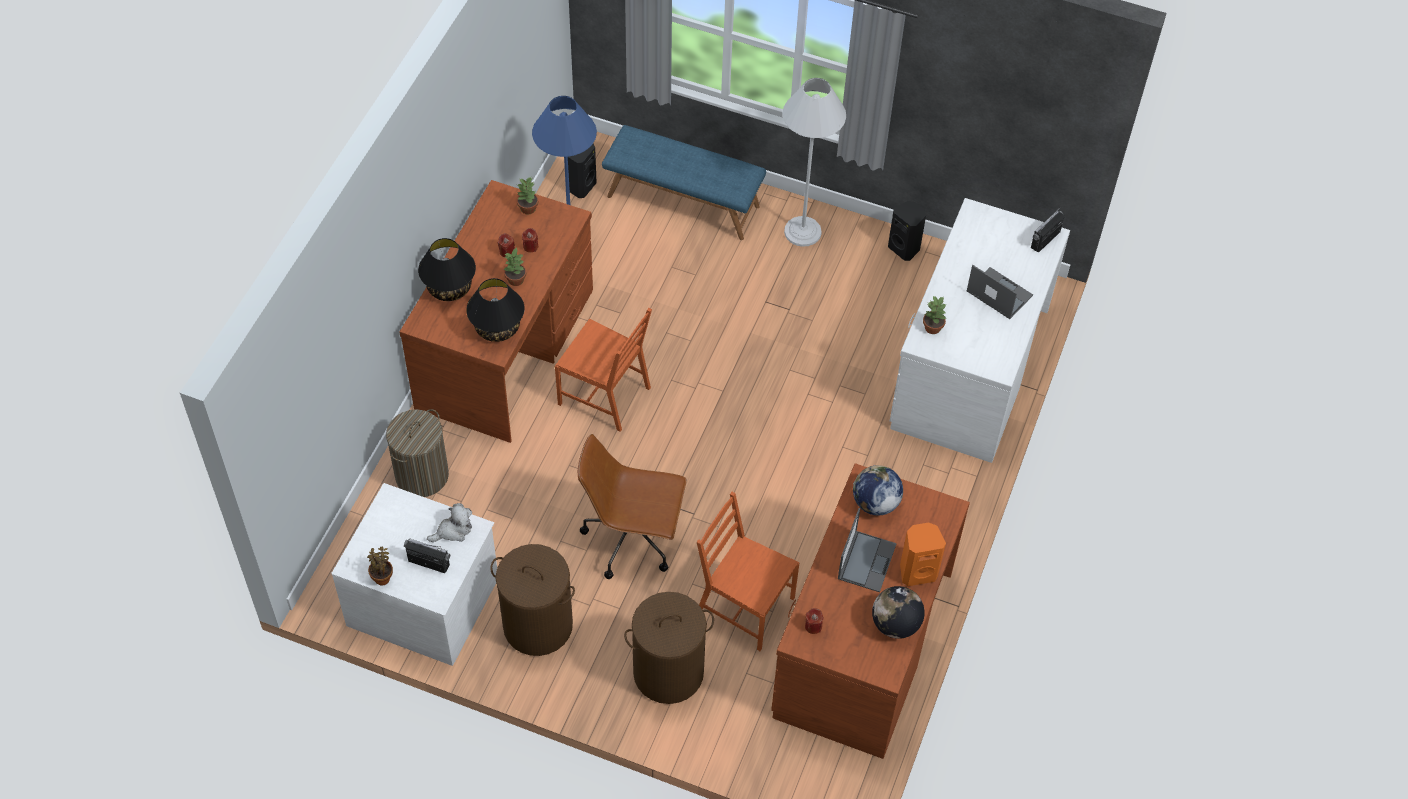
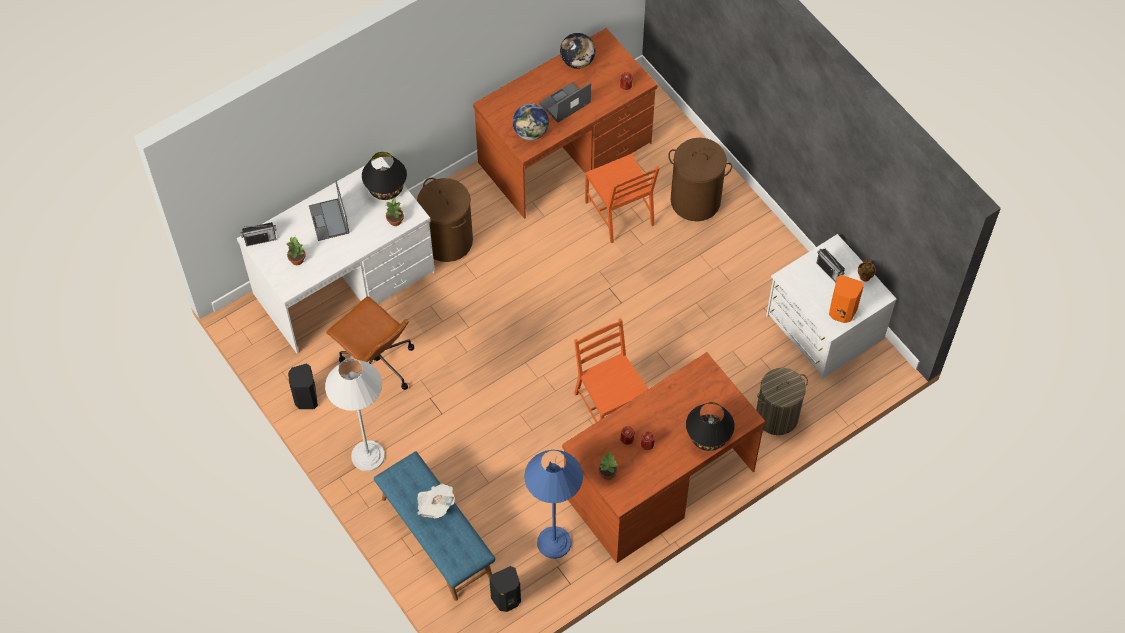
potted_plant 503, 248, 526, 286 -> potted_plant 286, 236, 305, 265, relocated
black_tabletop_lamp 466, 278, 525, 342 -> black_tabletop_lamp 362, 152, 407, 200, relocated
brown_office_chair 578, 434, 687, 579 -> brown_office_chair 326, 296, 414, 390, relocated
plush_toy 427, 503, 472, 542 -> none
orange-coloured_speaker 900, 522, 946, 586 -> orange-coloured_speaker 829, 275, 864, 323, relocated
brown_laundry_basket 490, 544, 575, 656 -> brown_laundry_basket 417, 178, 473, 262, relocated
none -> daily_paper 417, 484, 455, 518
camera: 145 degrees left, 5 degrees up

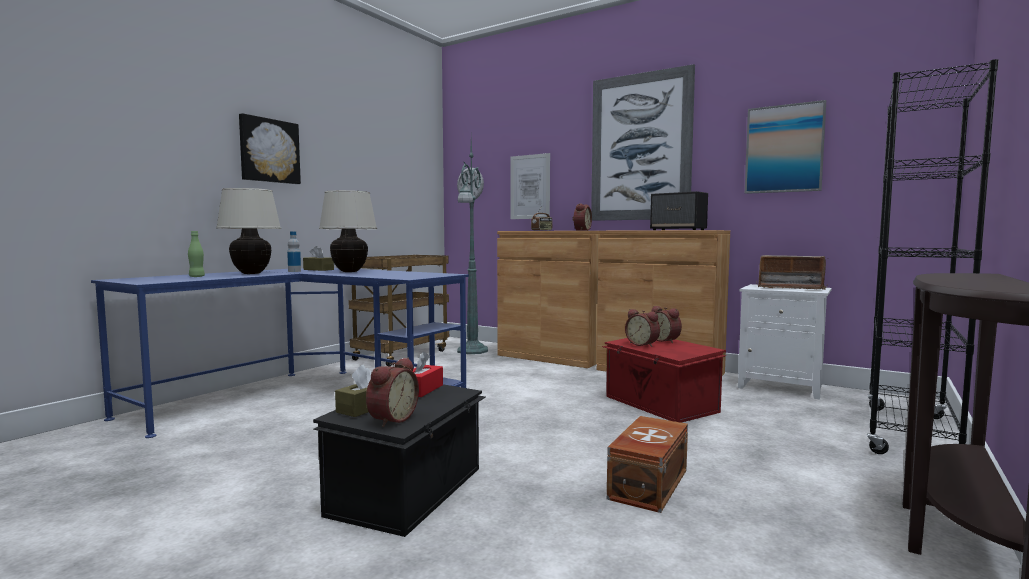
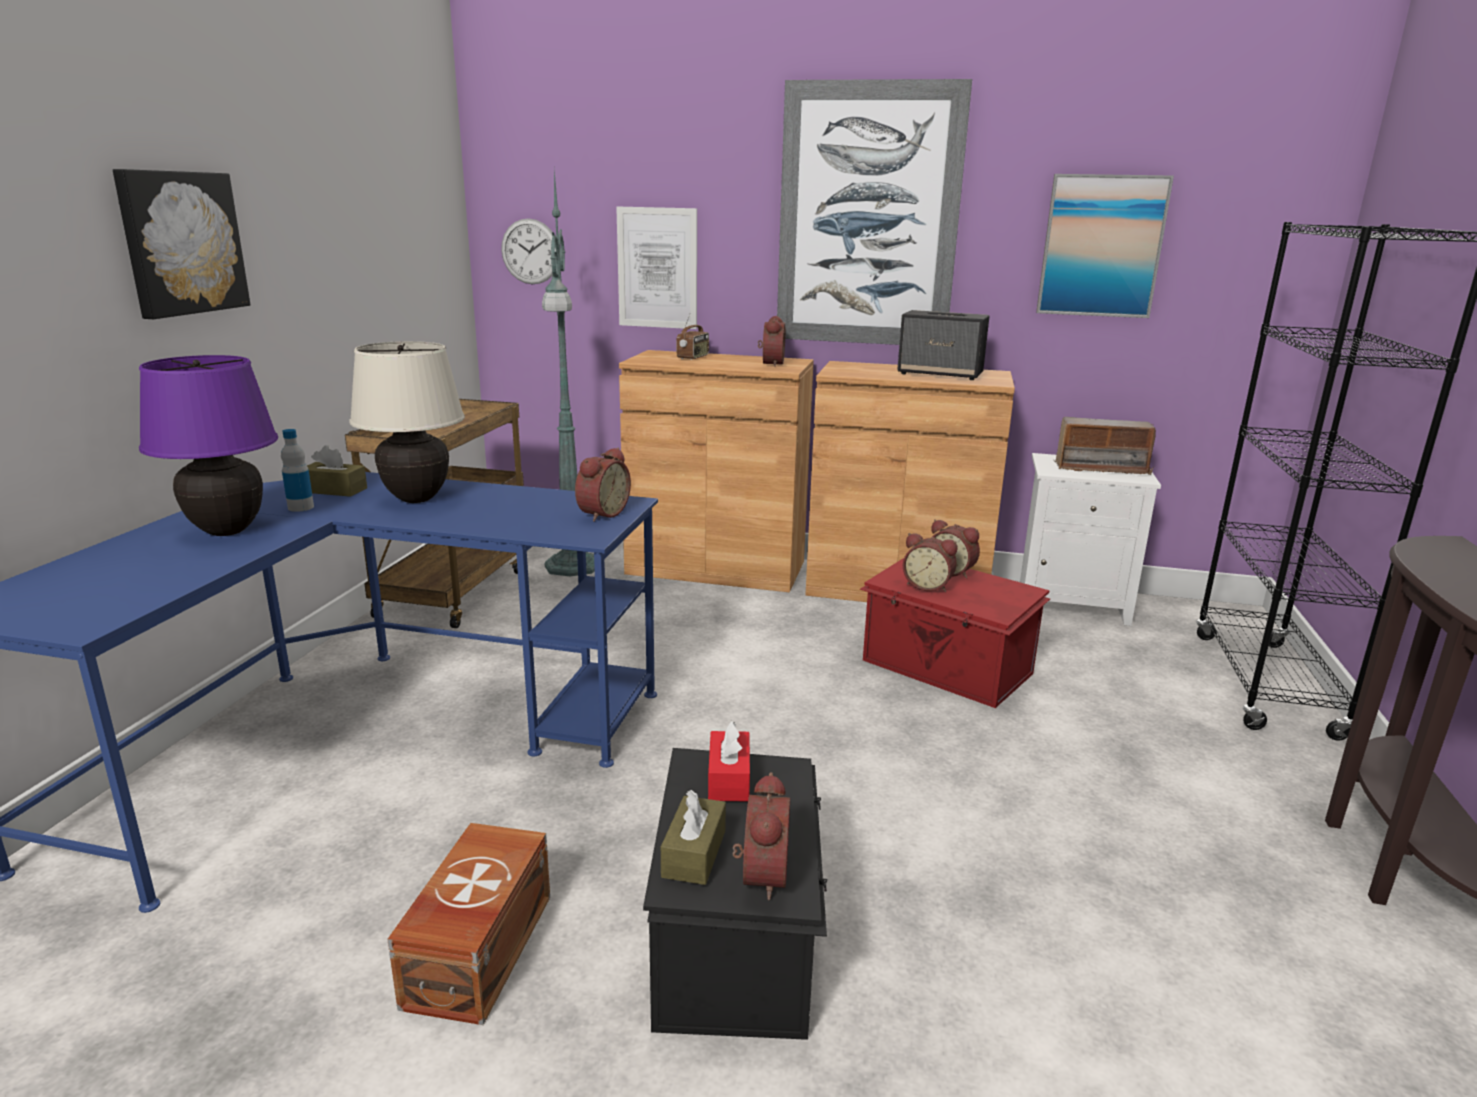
sand-coloured_tabletop_lamp 216, 188, 281, 274 -> purplish_tabletop_lamp 139, 355, 278, 536
greenish_drink_bottle 188, 231, 205, 277 -> none
brown_storage_box 607, 416, 688, 513 -> brown_storage_box 387, 823, 550, 1025, relocated
none -> alarm_clock 575, 448, 631, 522
camera: 20 degrees left, 15 degrees up

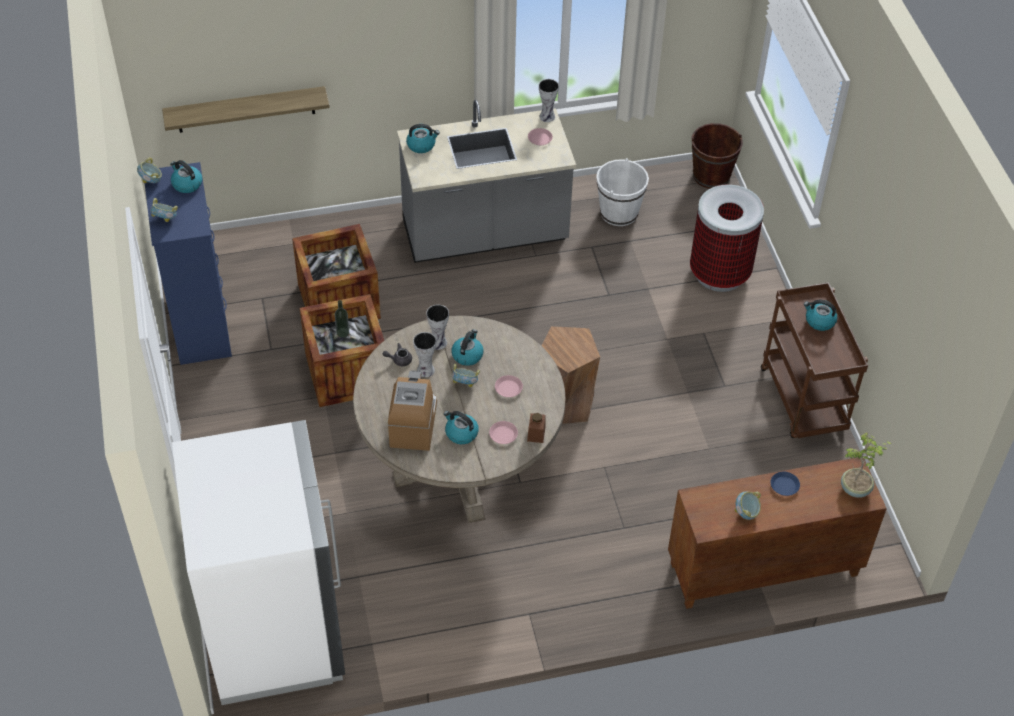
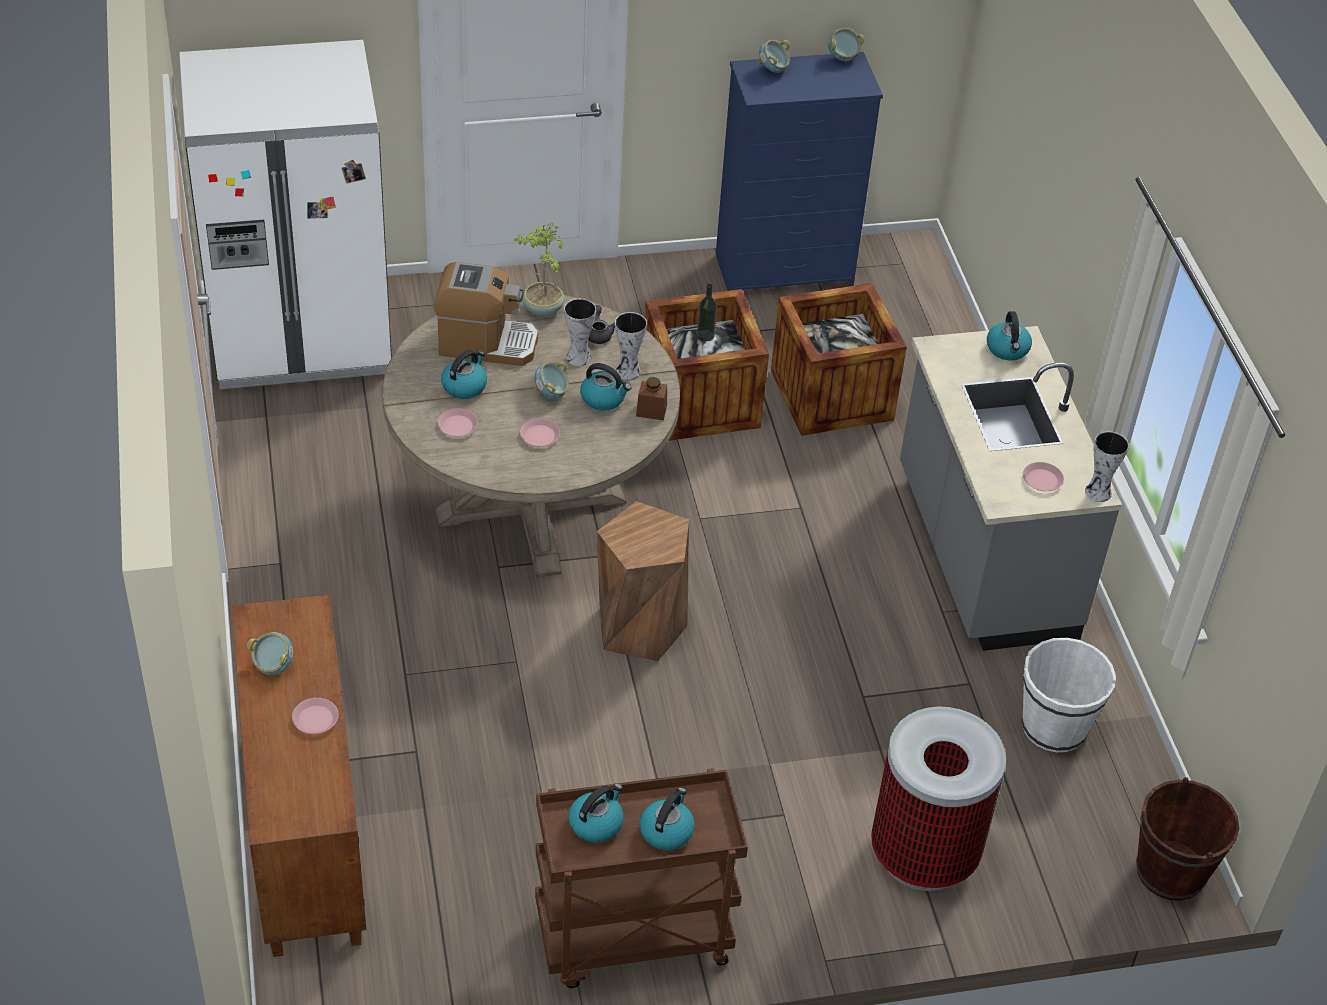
shelf 162, 86, 330, 133 -> none
tea_kettle 170, 160, 202, 193 -> tea_kettle 568, 783, 624, 843, relocated
brown_jar 527, 413, 545, 443 -> brown_jar 636, 377, 667, 420, relocated
potted_plant 841, 432, 892, 498 -> potted_plant 514, 223, 565, 317, relocated
bluish_dinner_plate 771, 472, 800, 496 -> pink-coloured_dinner_plate 292, 698, 339, 734
camera: 90 degrees right, 5 degrees down

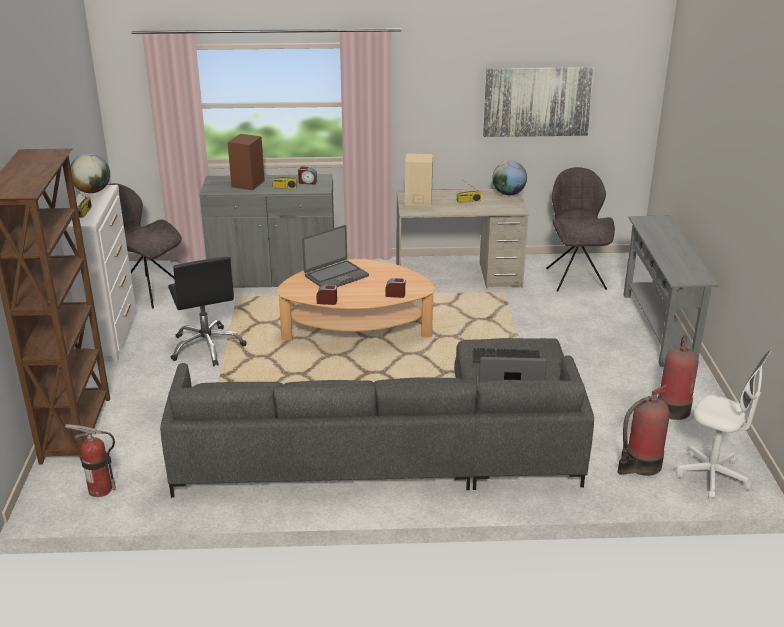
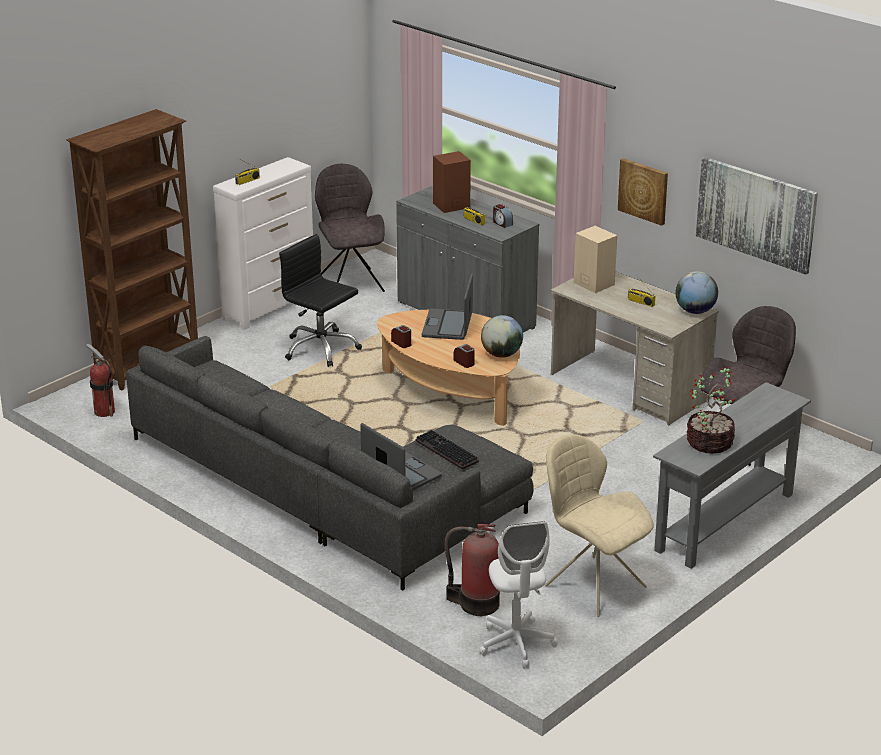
globe 70, 154, 110, 193 -> globe 481, 315, 523, 358, relocated
notebook_computer 302, 225, 369, 287 -> notebook_computer 422, 273, 473, 340, 90 degrees clockwise
black_office_chair 168, 256, 247, 366 -> black_office_chair 279, 234, 362, 367, 105 degrees clockwise
fire-fighting_cylinder 658, 335, 698, 420 -> sand-coloured_plain_chair 545, 434, 654, 617
none -> wall_picture 618, 158, 668, 226
none -> potted_plant 687, 367, 735, 454
camera: 45 degrees right, 0 degrees up

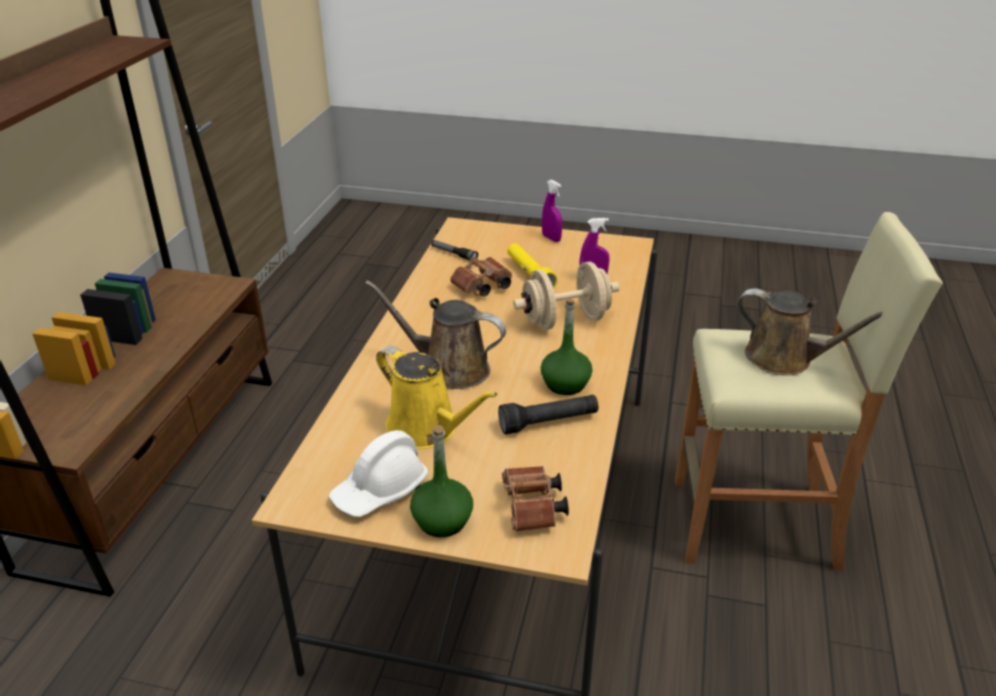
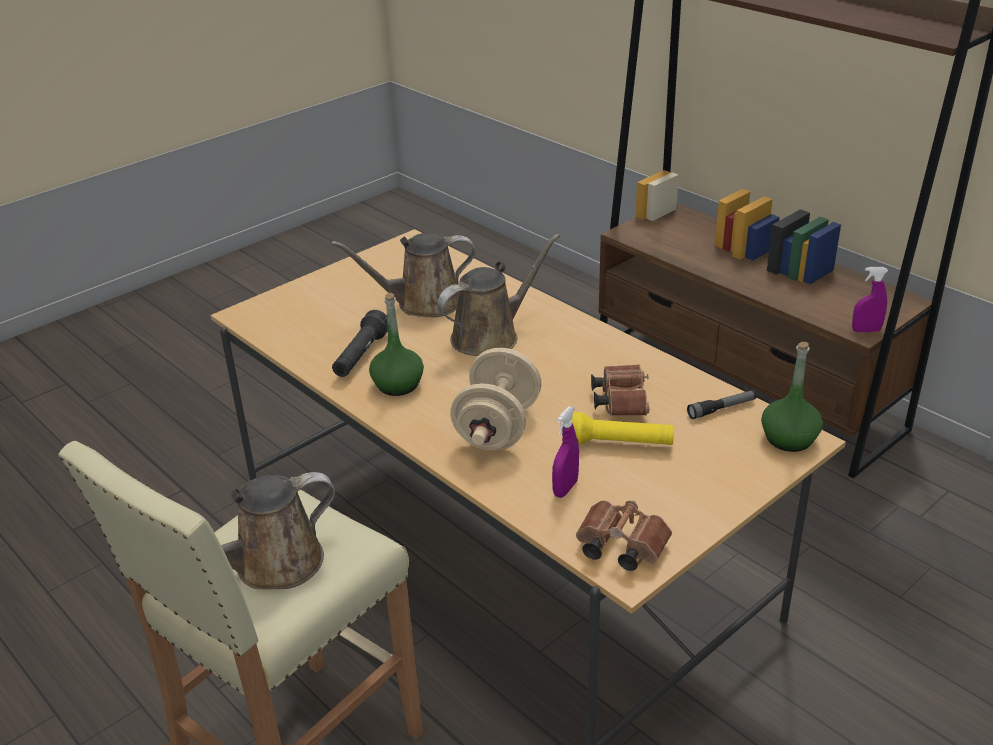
purplish_hand_sprayer 542, 180, 562, 242 -> purplish_hand_sprayer 852, 267, 888, 332, relocated
yellow-coloured_watering_can 376, 346, 498, 449 -> brown_watering_can 331, 233, 476, 318
greenish_drink_bottle 410, 425, 473, 537 -> greenish_drink_bottle 761, 342, 823, 452, relocated
whitish_safety_helmet 329, 430, 428, 517 -> none
brown_field_glasses 502, 466, 569, 532 -> brown_field_glasses 576, 500, 672, 571, relocated
camera: 125 degrees right, 0 degrees up

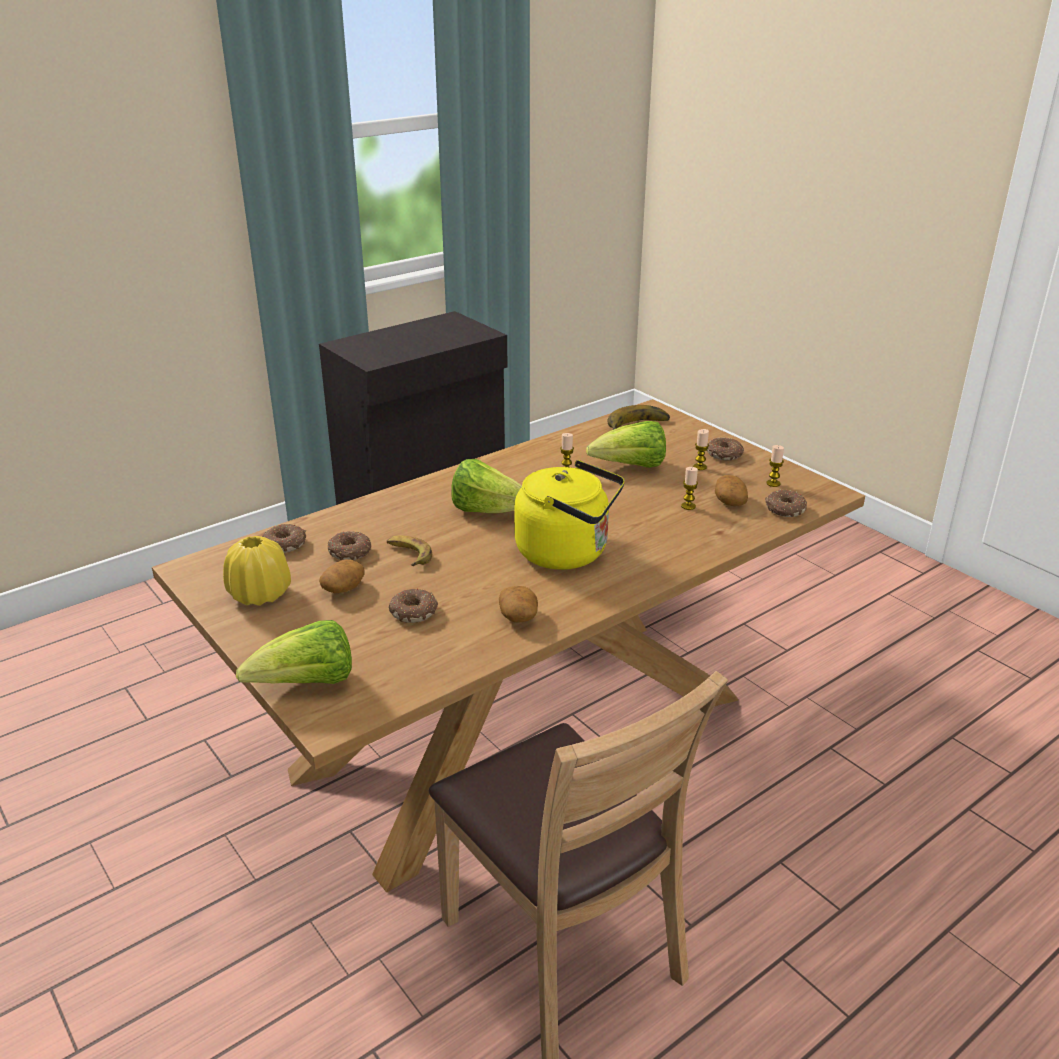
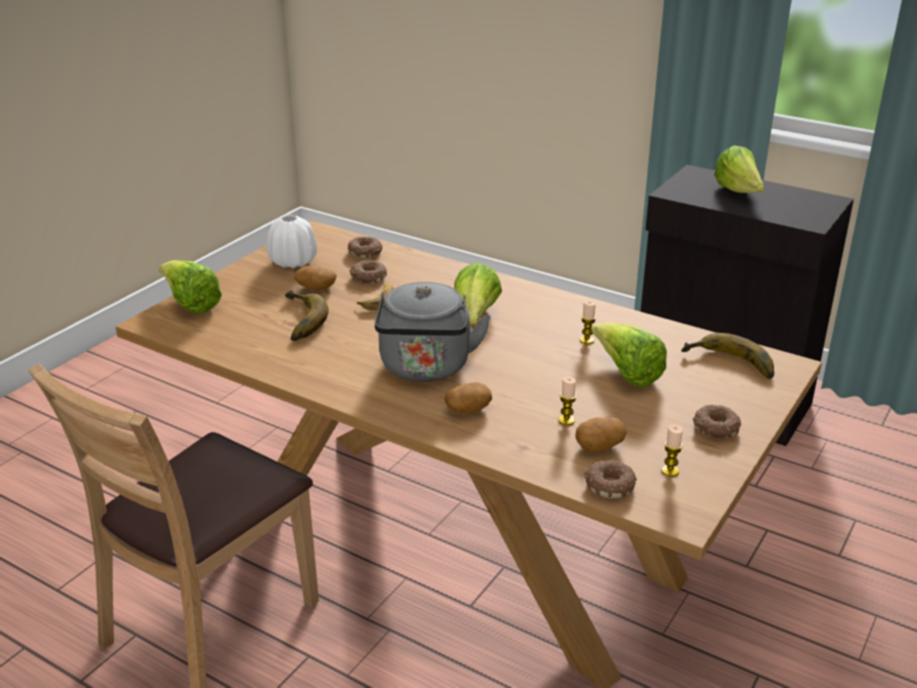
wax_light 693, 429, 709, 470 -> none
yellow-coloured_tea_kettle 514, 460, 625, 570 -> gray_tea_kettle 375, 282, 491, 382
yellow-coloured_vase 223, 536, 291, 606 -> whitish_vase 267, 215, 317, 268
spud 499, 586, 538, 623 -> spud 444, 382, 492, 413, relocated
doughnut 389, 588, 438, 623 -> whole_banana 285, 290, 328, 341
none -> lettuce 714, 145, 764, 193
camera: 70 degrees right, 0 degrees up

